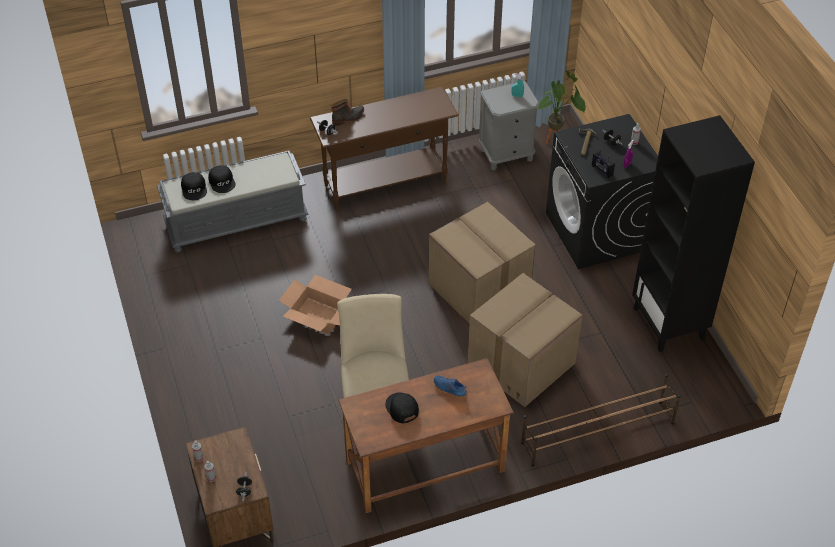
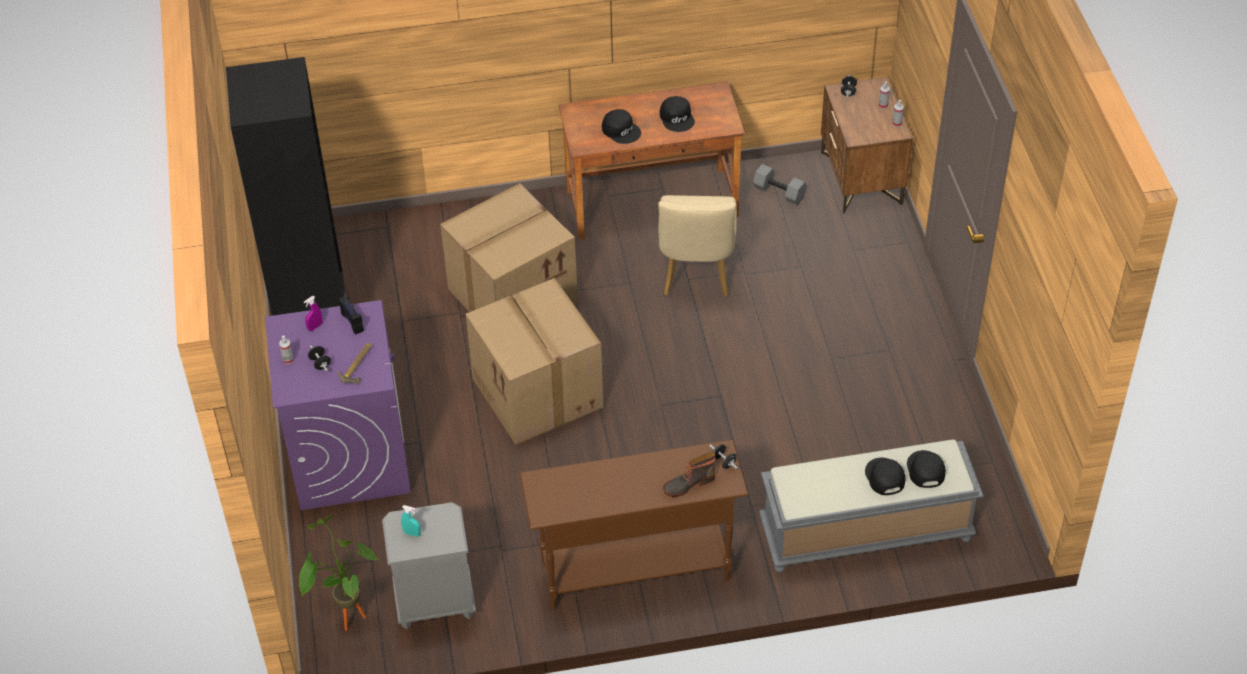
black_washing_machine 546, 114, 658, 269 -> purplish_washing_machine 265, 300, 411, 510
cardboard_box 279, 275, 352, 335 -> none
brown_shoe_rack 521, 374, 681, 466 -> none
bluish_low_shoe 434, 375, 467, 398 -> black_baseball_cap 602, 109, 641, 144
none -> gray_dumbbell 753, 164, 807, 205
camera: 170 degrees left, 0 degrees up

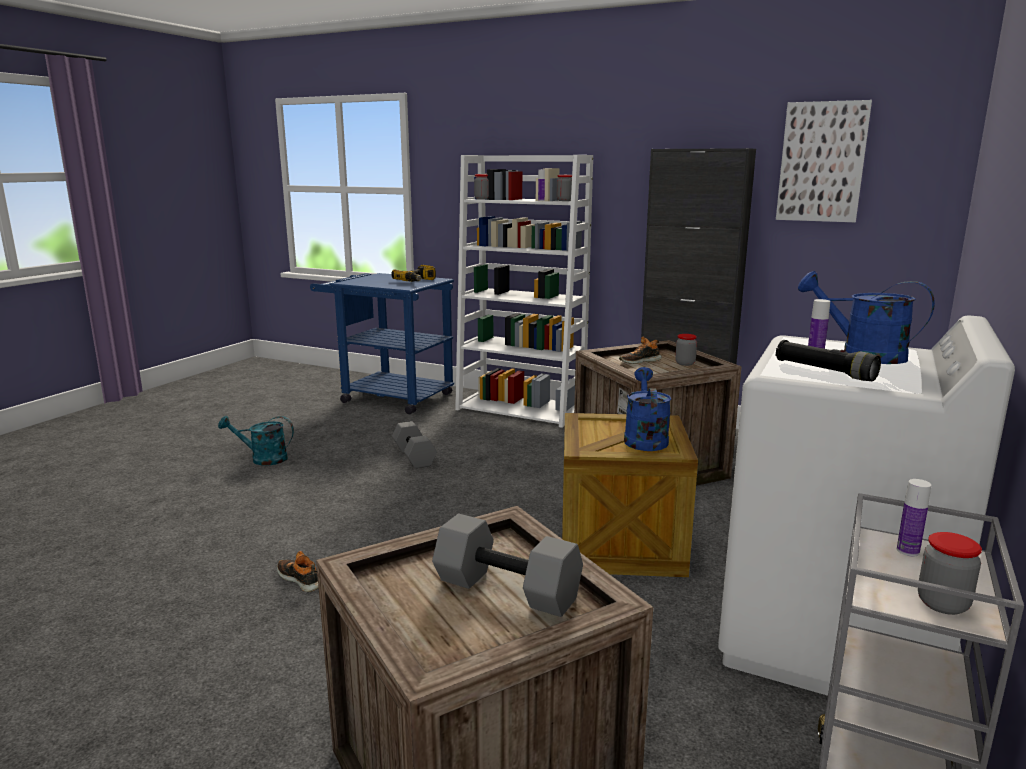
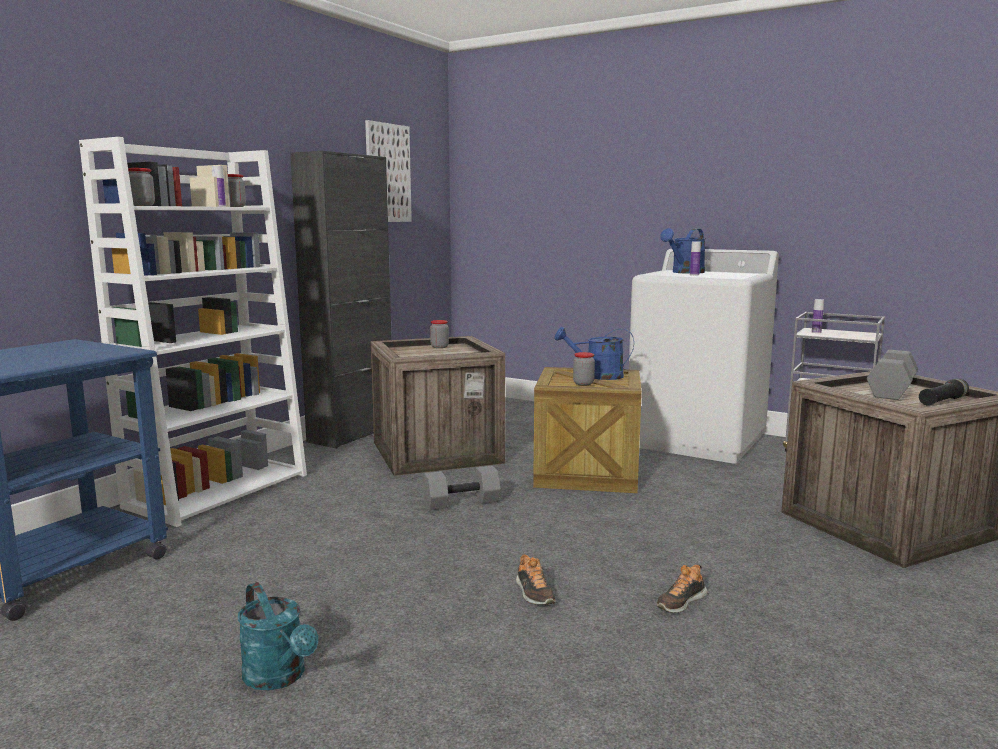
drill 391, 265, 436, 282 -> none
low_shoe 619, 337, 662, 364 -> low_shoe 516, 554, 556, 605, relocated
black_flashlight 776, 340, 881, 381 -> black_flashlight 919, 379, 969, 406, relocated
turquoise-coloured_watering_can 218, 416, 294, 466 -> turquoise-coloured_watering_can 238, 582, 318, 690, 45 degrees counterclockwise
gray_dumbbell 392, 421, 437, 469 -> gray_dumbbell 423, 466, 501, 510, relocated
jar 918, 532, 982, 615 -> jar 573, 352, 595, 385, relocated
camera: 85 degrees left, 5 degrees down

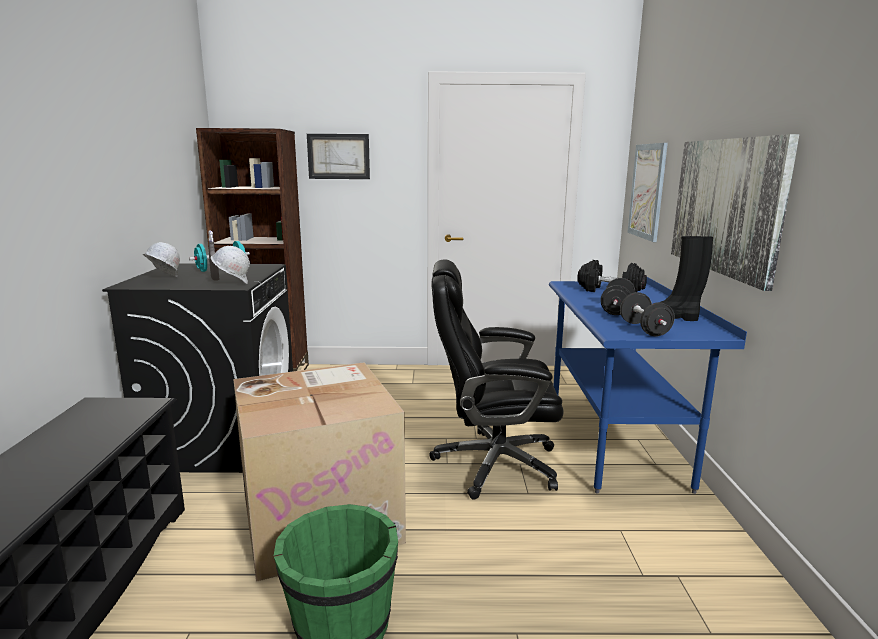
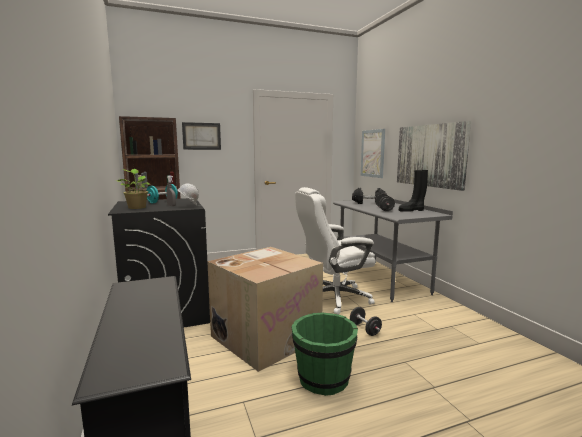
whitish_safety_helmet 143, 242, 180, 277 -> potted_plant 116, 169, 150, 209
black_office_chair 429, 260, 564, 500 -> whitish_office_chair 295, 187, 376, 315
bluish_desk 549, 277, 747, 494 -> gray_desk 333, 199, 453, 302
black_dumbbell 620, 292, 675, 337 -> black_dumbbell 350, 307, 382, 336, relocated
camera: 20 degrees left, 5 degrees down

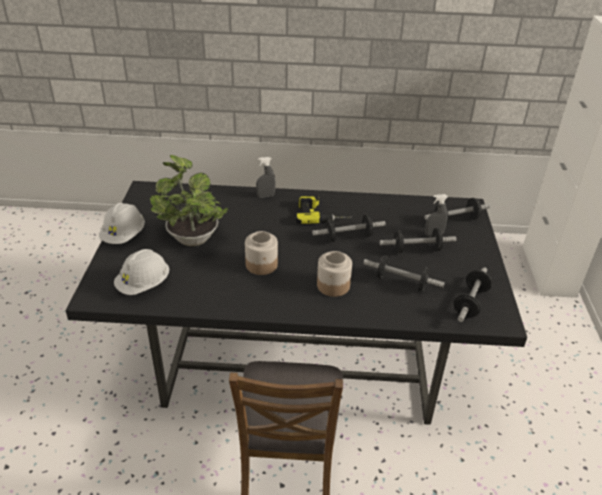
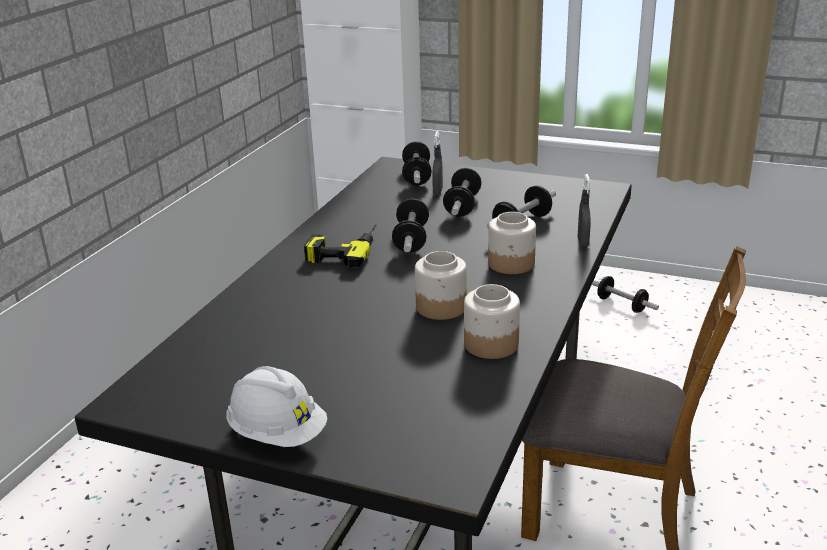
potted_plant 150, 155, 228, 246 -> none
gray_hand_sprayer 256, 157, 276, 198 -> gray_hand_sprayer 578, 174, 591, 247, relocated
whitish_safety_helmet 114, 249, 169, 295 -> none
dumbbell 454, 267, 492, 322 -> dumbbell 592, 276, 659, 313, relocated
none -> jar 464, 284, 520, 359
camera: 70 degrees left, 10 degrees down

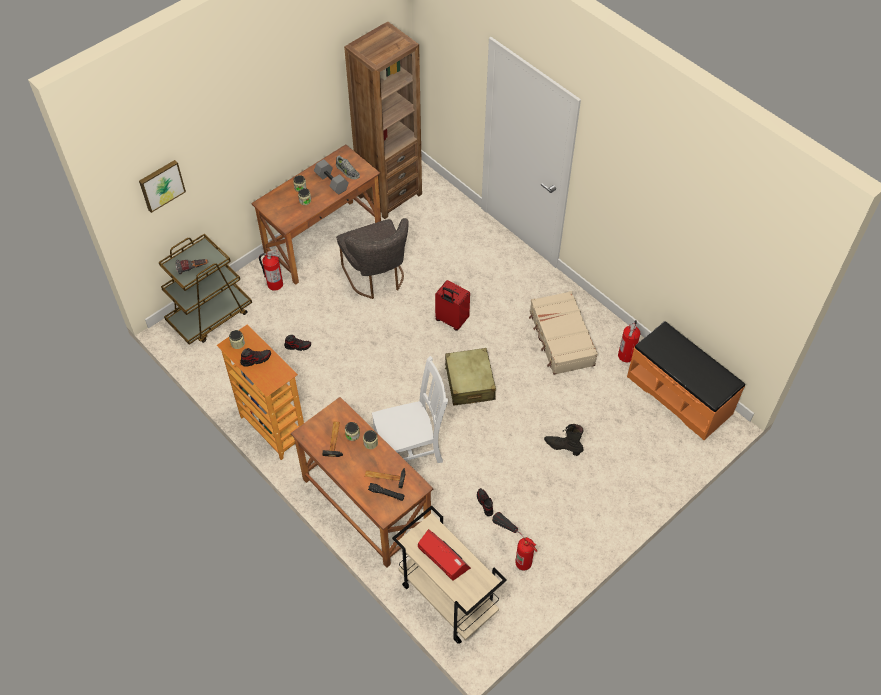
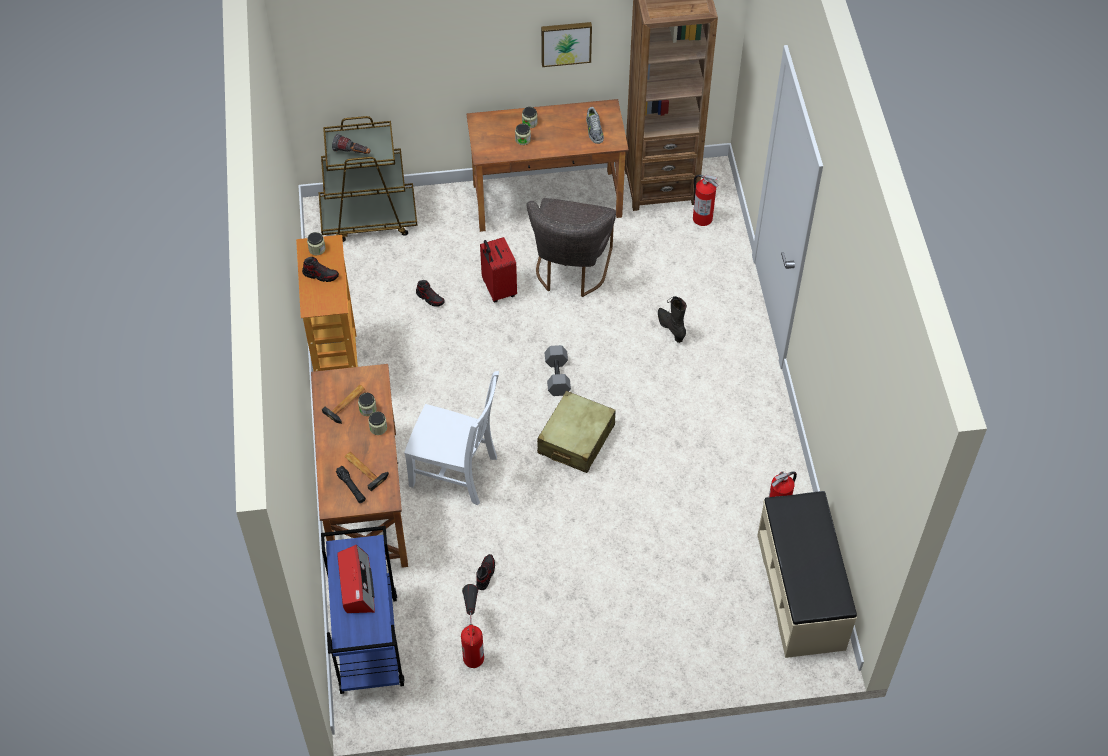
gray_dumbbell 314, 159, 349, 195 -> gray_dumbbell 545, 345, 571, 396, relocated
wall_picture 139, 160, 186, 213 -> wall_picture 541, 22, 592, 67, relocated
fire-fighting_cylinder 259, 250, 283, 291 -> fire-fighting_cylinder 693, 175, 719, 226, relocated
red-coloured_suitcase 435, 280, 470, 331 -> red-coloured_suitcase 480, 237, 517, 302, relocated
sand-coloured_suitcase 529, 291, 598, 375 -> none
orange-coloured_bench 627, 321, 745, 440 -> sand-coloured_bench 757, 491, 857, 658
black_boot 544, 424, 584, 456 -> black_boot 658, 296, 687, 343, relocated
sand-coloured_trolley 392, 505, 507, 644 -> bluish_trolley 321, 526, 404, 694
camera: 35 degrees right, 0 degrees up

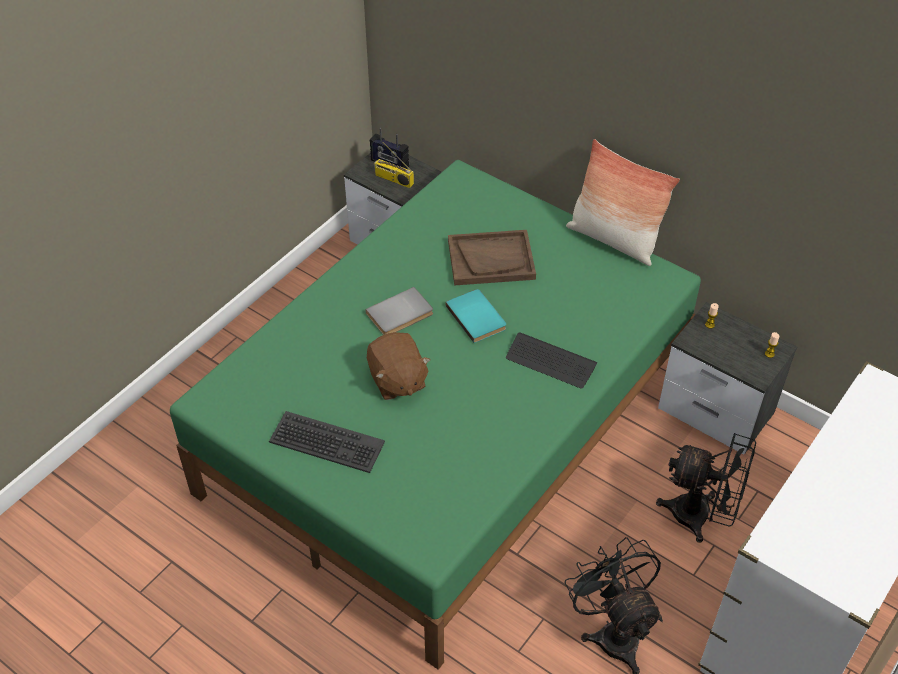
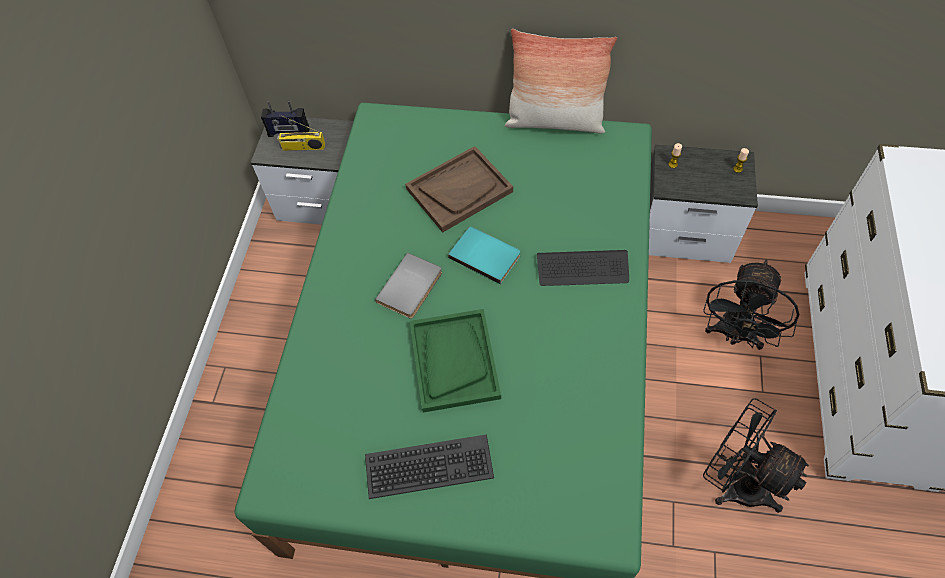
brown_plush_toy 367, 332, 431, 400 -> greenish_carrying_tray 410, 309, 501, 413
black_cooling_fan 656, 433, 756, 543 -> black_cooling_fan 703, 260, 799, 350, 120 degrees clockwise
camera: 25 degrees left, 10 degrees up

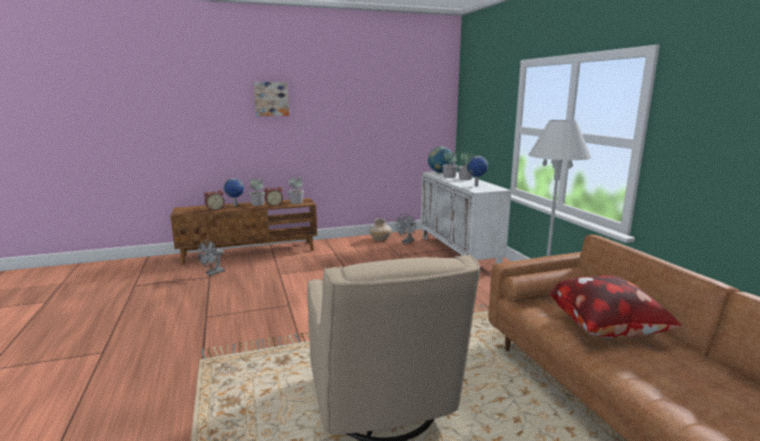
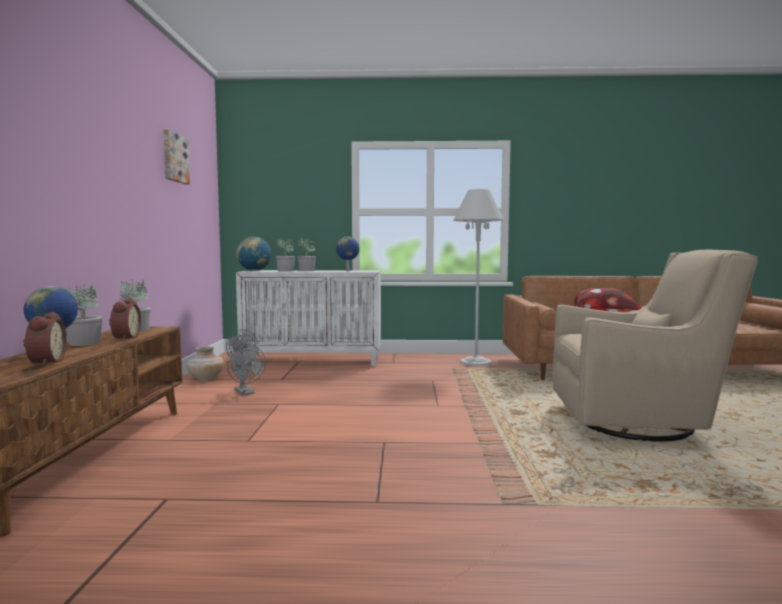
wall_picture 254, 82, 289, 116 -> wall_picture 163, 130, 190, 185, relocated
gray_cooling_fan 197, 239, 225, 276 -> gray_cooling_fan 227, 344, 266, 395, relocated
camera: 70 degrees left, 10 degrees down

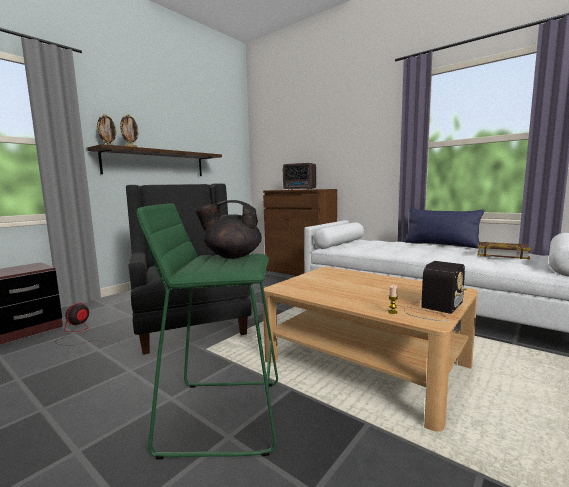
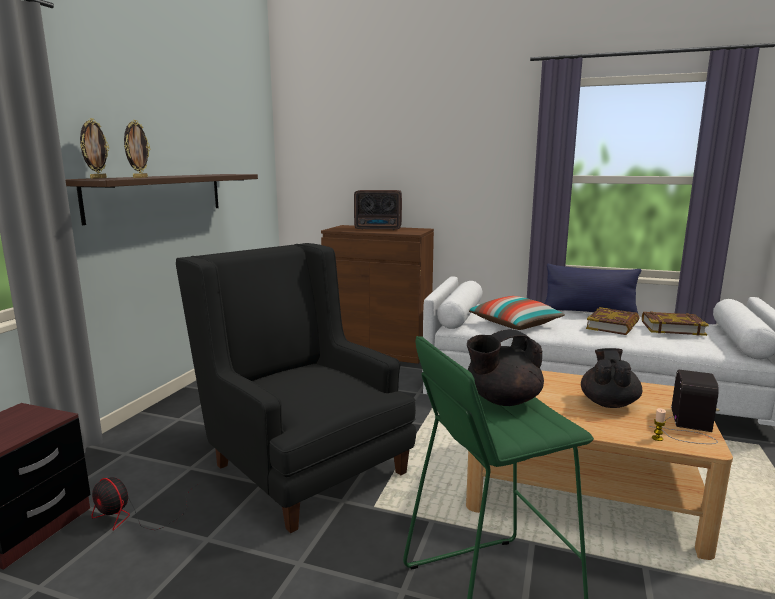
cooling_fan 55, 303, 104, 346 -> cooling_fan 91, 477, 200, 531, 60 degrees counterclockwise
none -> cushion 469, 296, 565, 330
none -> book 586, 307, 639, 335
none -> black_pot_for_tea 581, 348, 642, 408
camera: 20 degrees left, 5 degrees up

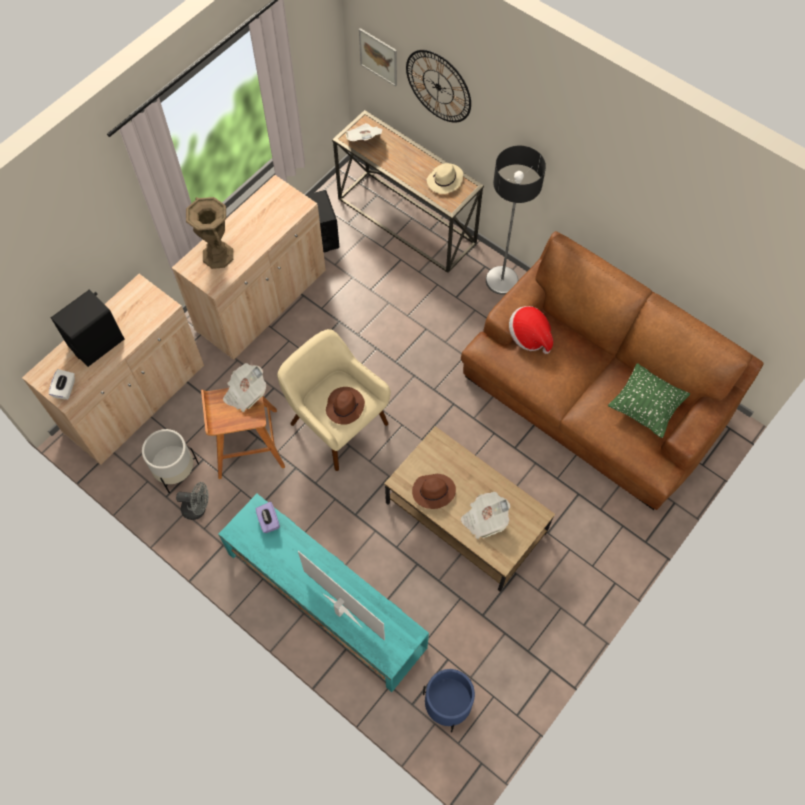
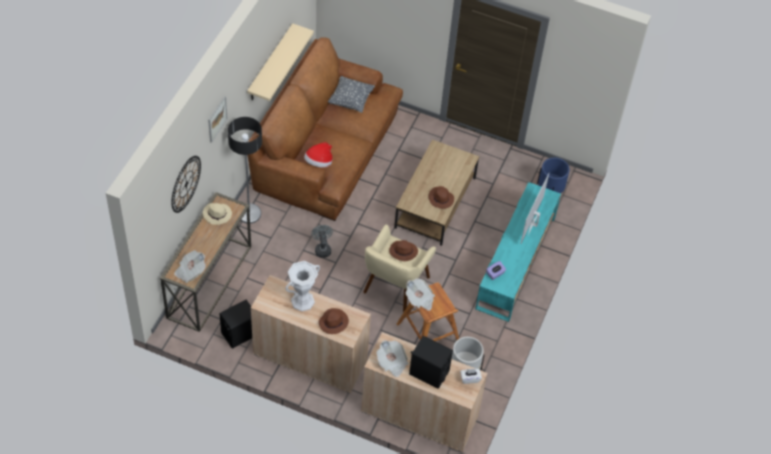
wall_picture 359, 28, 397, 87 -> wall_picture 208, 96, 228, 143, relocated
brown_vase 186, 197, 233, 269 -> brown_wearable_hat 319, 308, 349, 334
greenish_cushion 608, 363, 690, 438 -> gray_cushion 328, 76, 375, 113
gray_cooling_fan 176, 482, 209, 520 -> gray_cooling_fan 311, 225, 333, 258, relocated
daily_paper 461, 492, 511, 539 -> daily_paper 376, 340, 409, 377, relocated
none -> sand-coloured_shelf 247, 23, 314, 101
none -> whitish_vase 286, 261, 320, 312
camera: 110 degrees left, 10 degrees down

